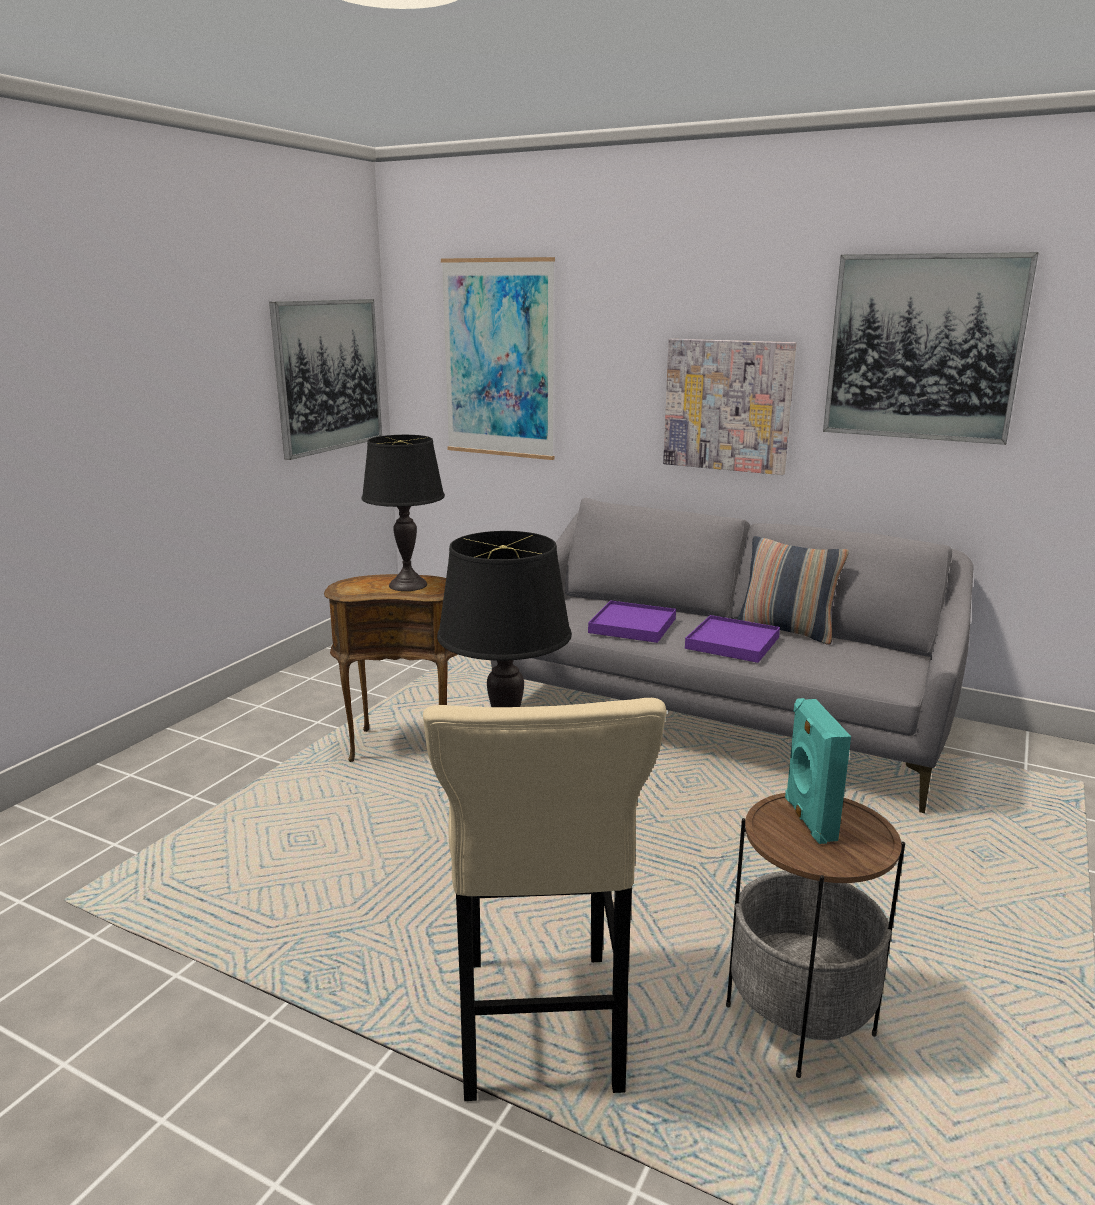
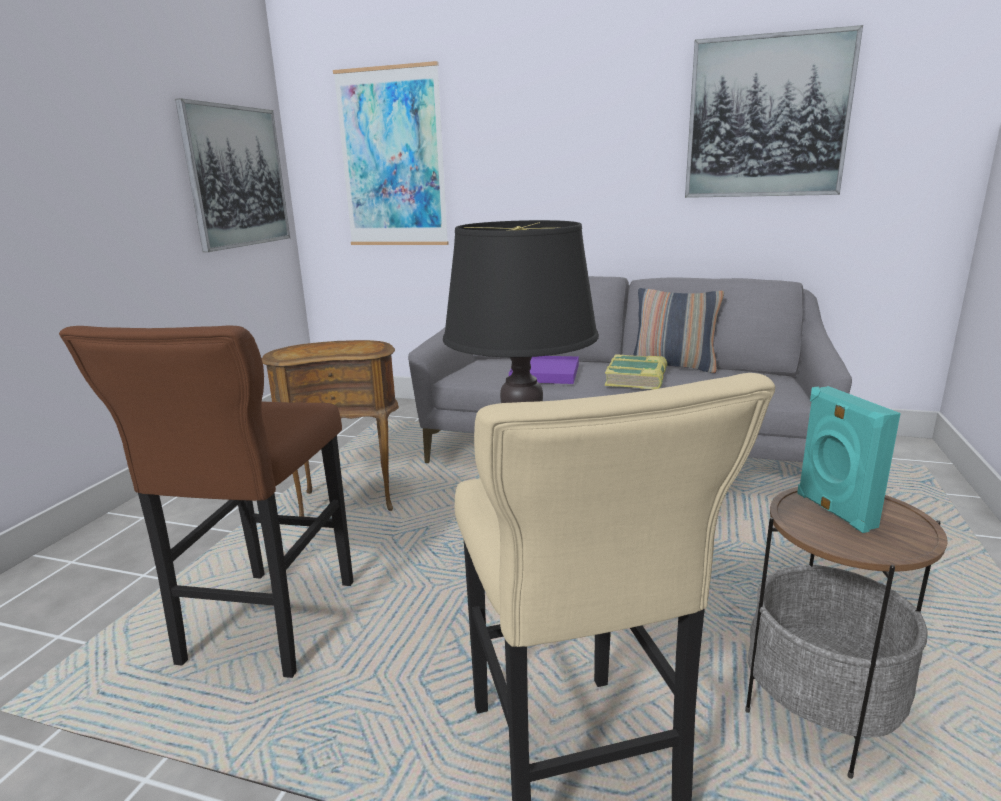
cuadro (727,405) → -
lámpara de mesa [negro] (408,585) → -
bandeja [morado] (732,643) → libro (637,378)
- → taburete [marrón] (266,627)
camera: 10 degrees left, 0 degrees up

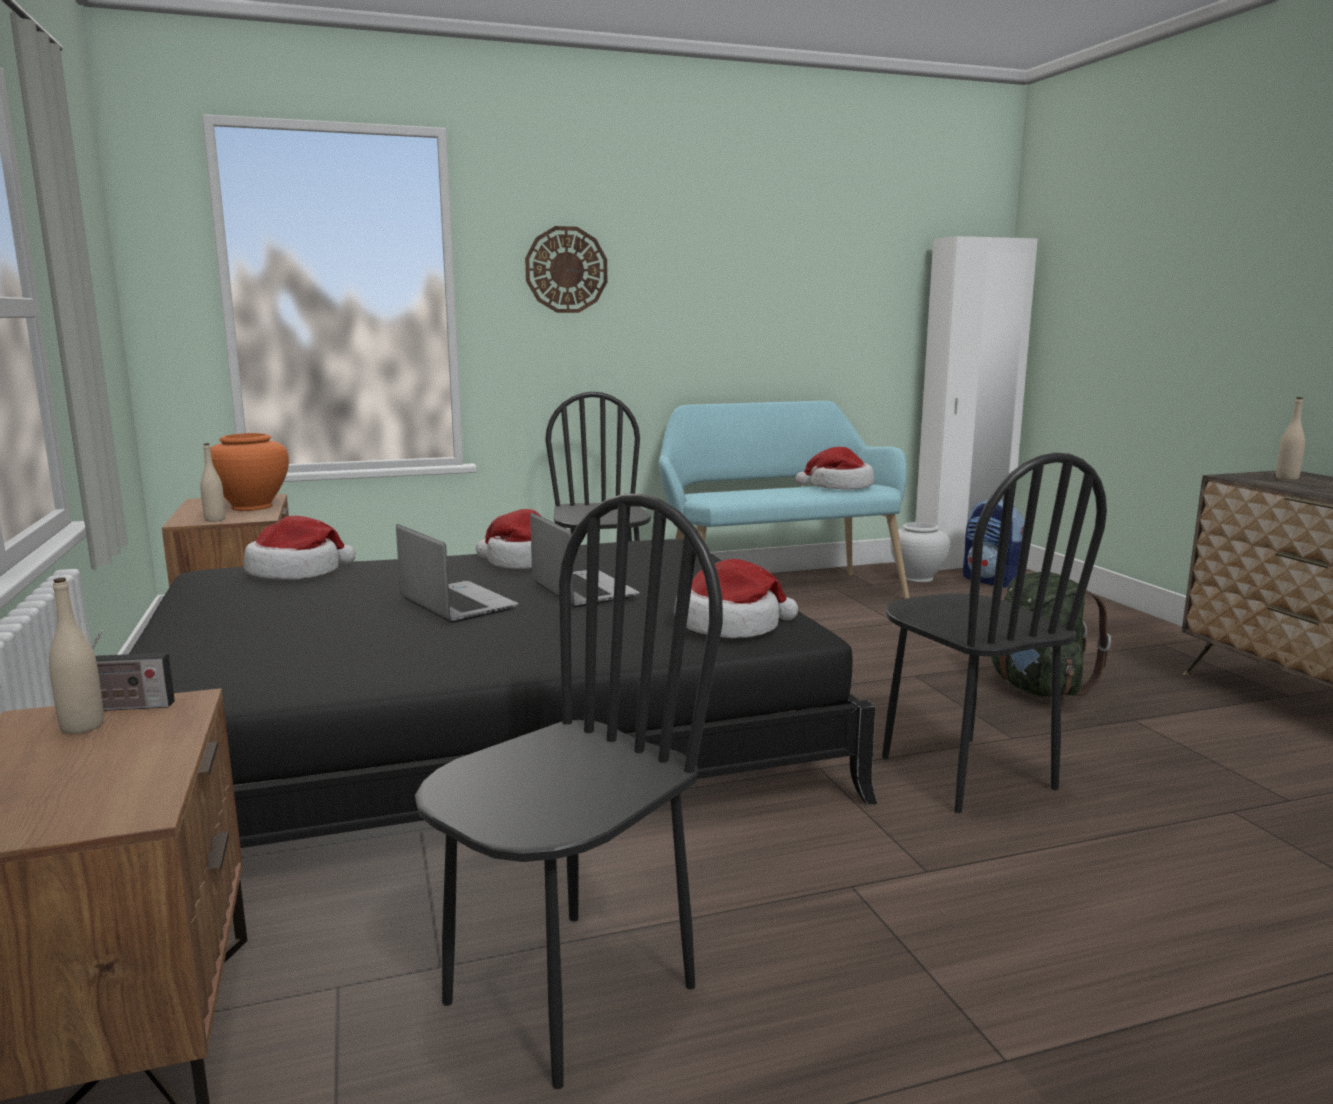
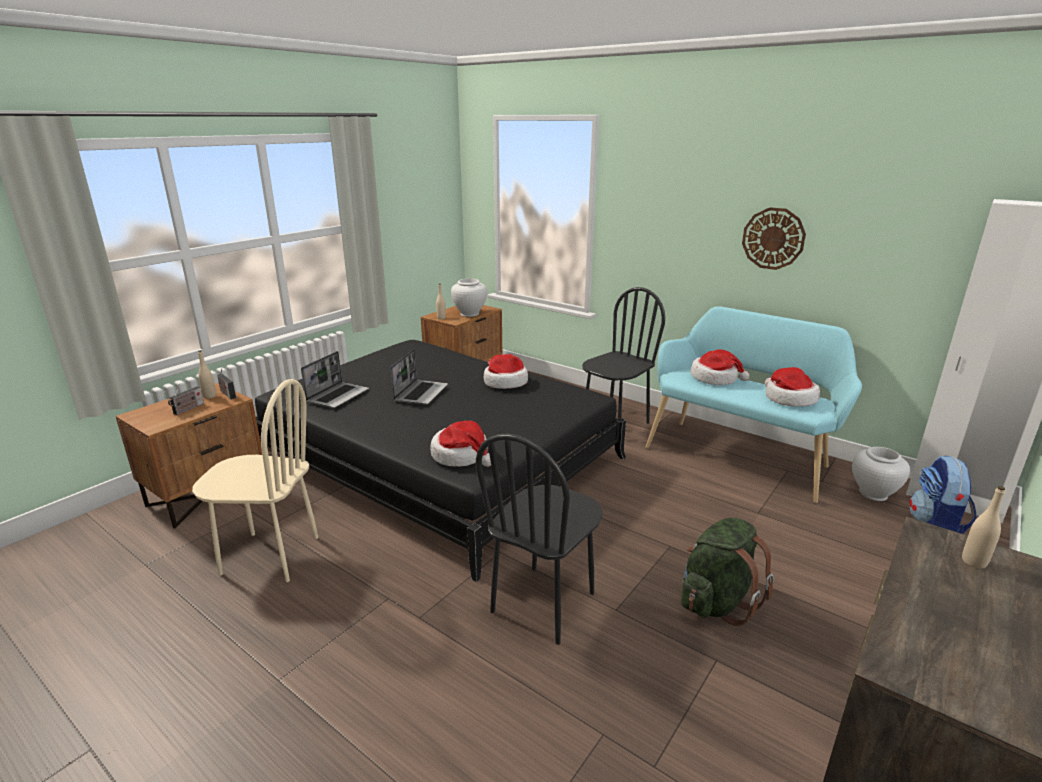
reloj de pared (566,270) → reloj de pared (773,238), shifted
florero [naranja] (252,507) → florero [blanco] (469,314)
silla [negro] (569,993) → silla [beis] (270,556)
portátil (581,590) → portátil (338,396), shifted
sombrero (297,572) → sombrero (715,378), shifted
- → radio (188,409)
camera: 55 degrees right, 10 degrees up

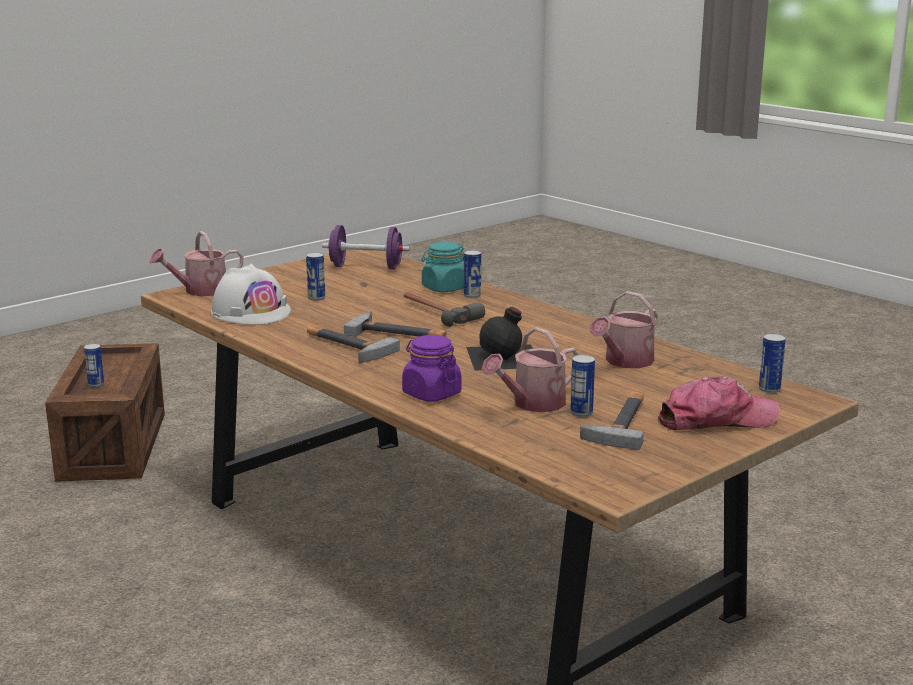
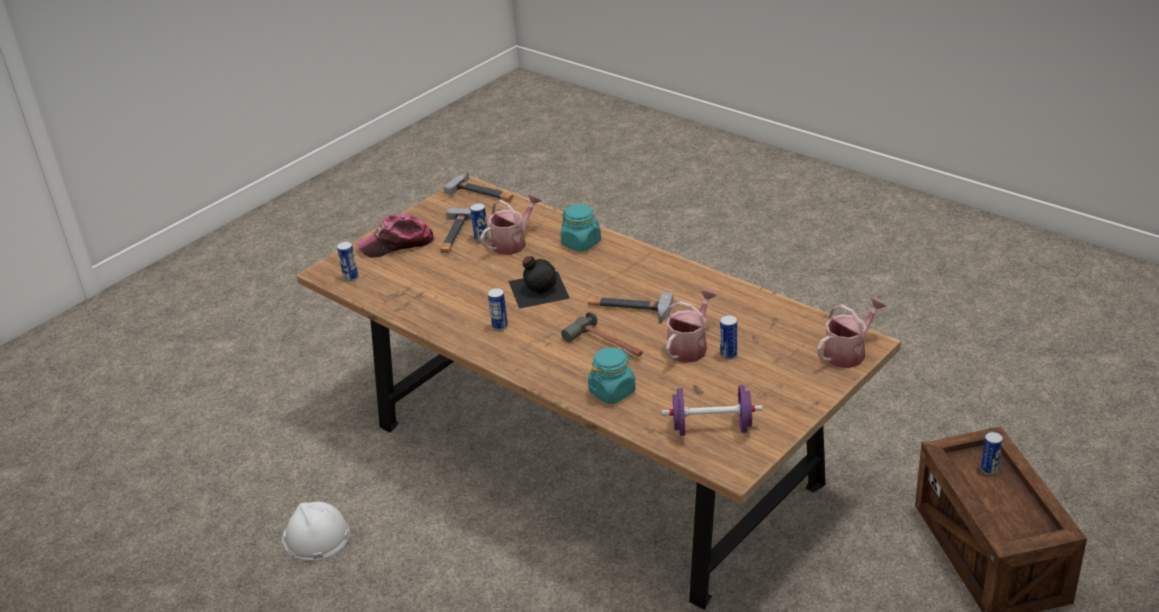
lata (472,295) → lata (500,326), shifted
casco [blanco] (251,311) → casco [blanco] (315,536), shifted
regadera (625,362) → regadera (690,347), shifted
martillo (345,346) → martillo (483,192), shifted
tarro [morado] (431,394) → tarro [turquesa] (581,243)
camera: 175 degrees right, 15 degrees up

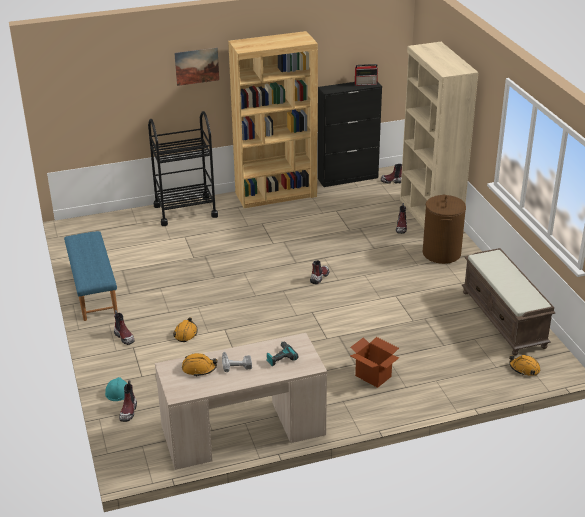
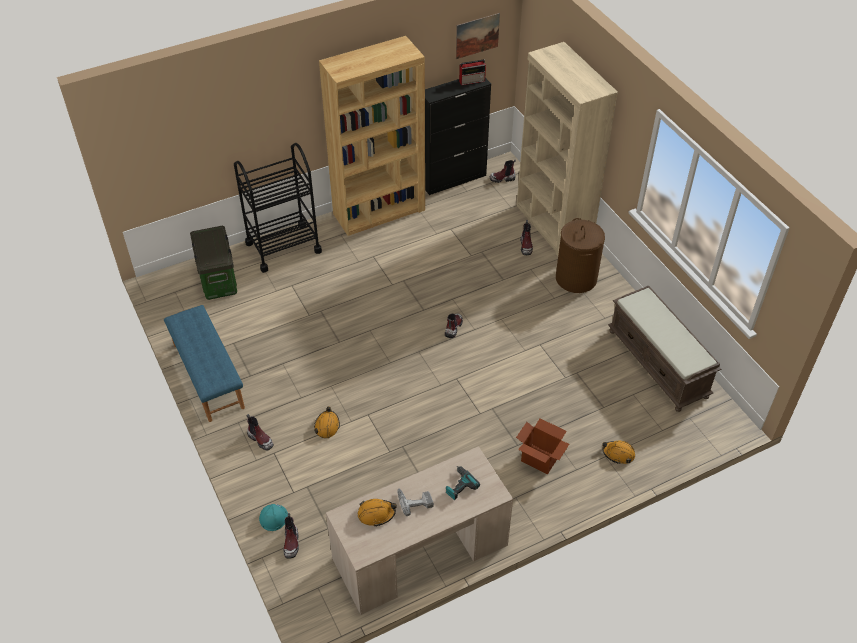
cuadro (197,66) → cuadro (477,35), shifted
casco [naranja] (524,369) → casco [naranja] (618,454), shifted
- → caja de almacenaje (219,280)
camera: 10 degrees left, 15 degrees up

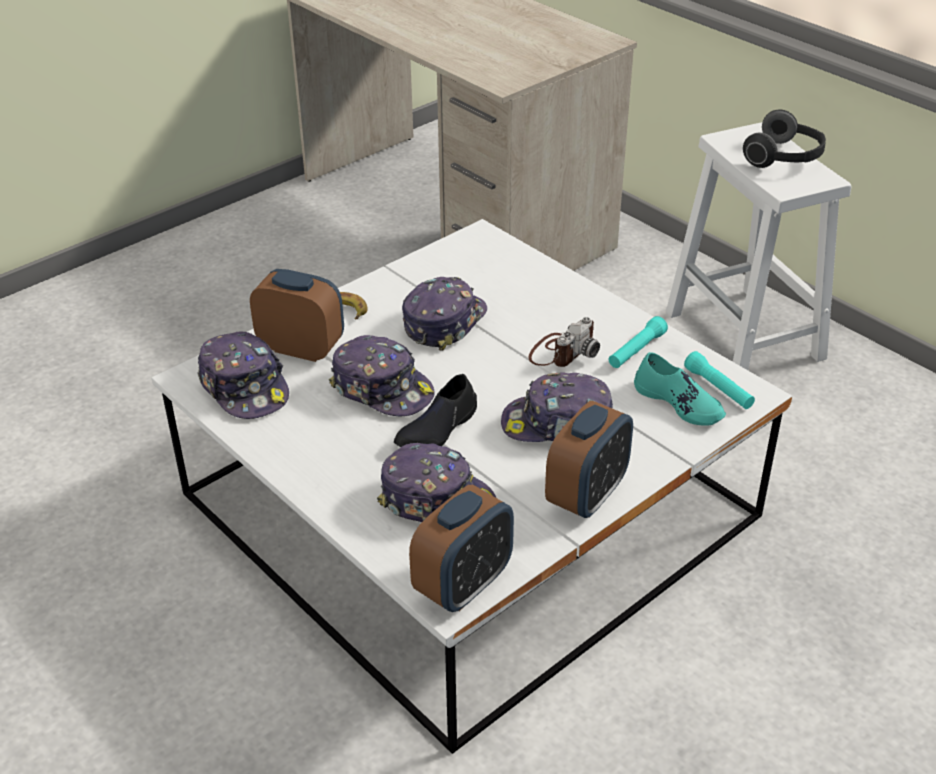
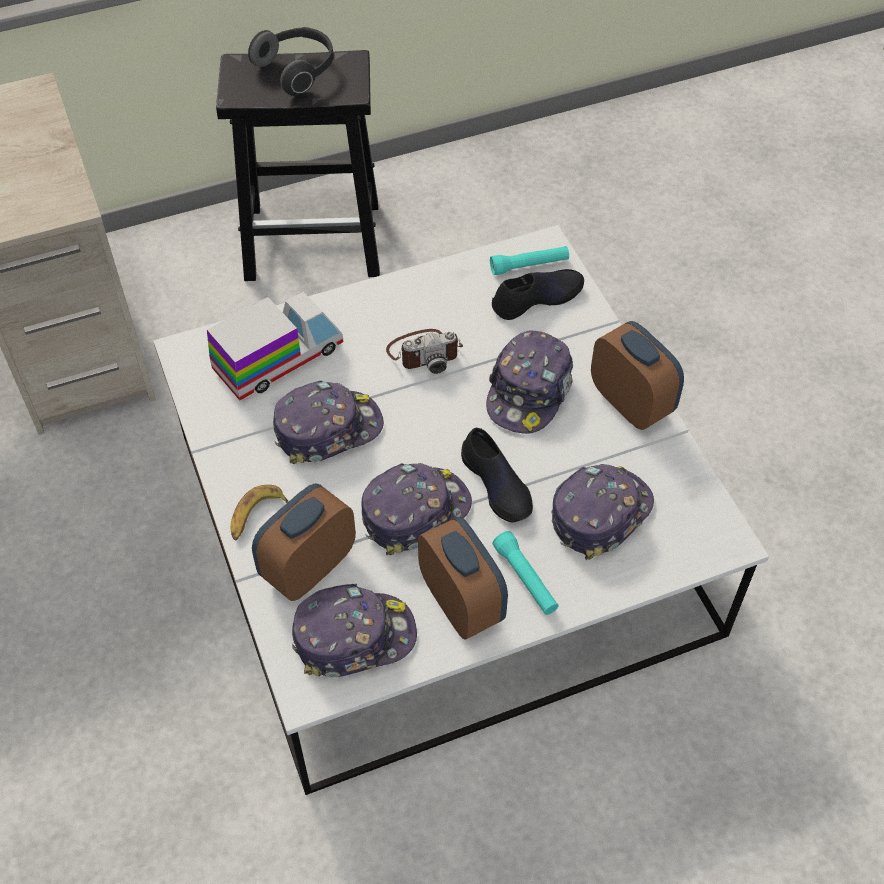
taburete [blanco] (746,336) → taburete [negro] (315,240)
gorra (444,322) → gorra (327,429), 105 degrees clockwise
linterna [turquesa] (636,350) → linterna [turquesa] (525,579), shifted
cámara (562,351) → cámara (424,352), 105 degrees clockwise
zapato [turquesa] (679,403) → zapato [negro] (537,298)
despertador (463,585) → despertador (461,602), shifted
- → camión de juguete (278,359)
camera: 70 degrees left, 15 degrees up

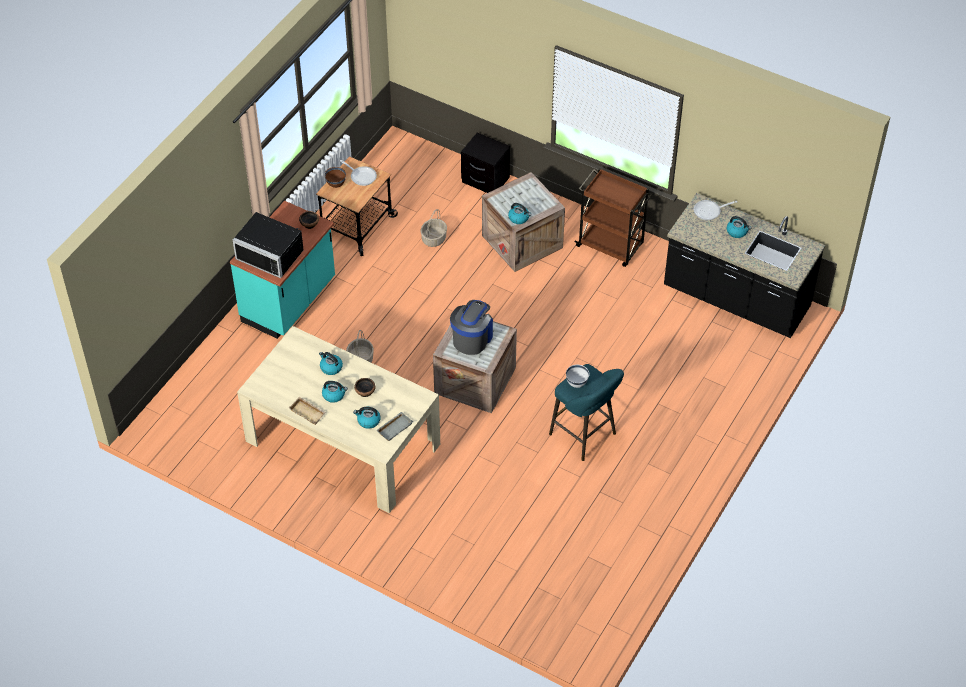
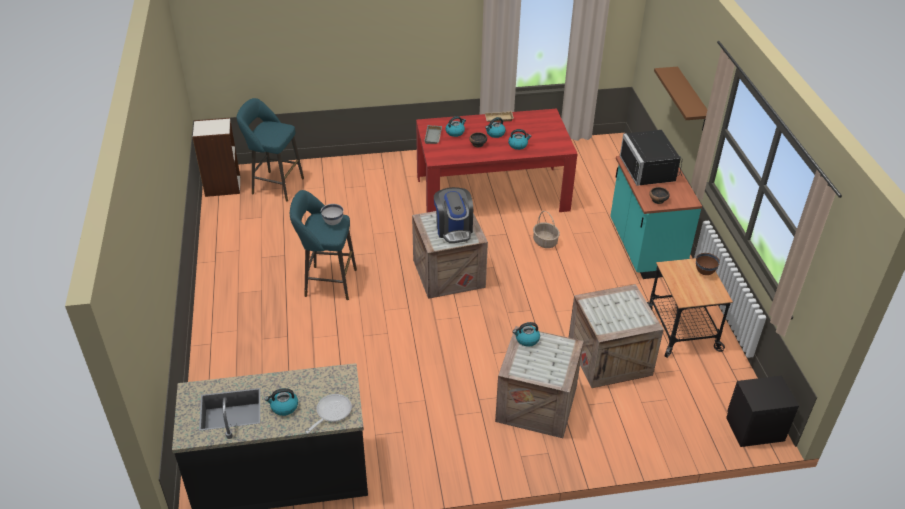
mesita de noche [negro] (485,180) → mesita de noche [negro] (754,428), shifted
sartén (361,176) → -
carrito [marrón] (611,246) → -
cesta (434,238) → caja de embalaje (611,358)
microondas [negro] (272,253) → microondas [negro] (651,170), 90 degrees counterclockwise
mesa de comedor [beis] (342,443) → mesa de comedor [rojo] (492,193)
- → estante [marrón] (691,100)
- → taburete [turquesa] (275,185)
- → estantería (222,186)
camera: 140 degrees right, 10 degrees down

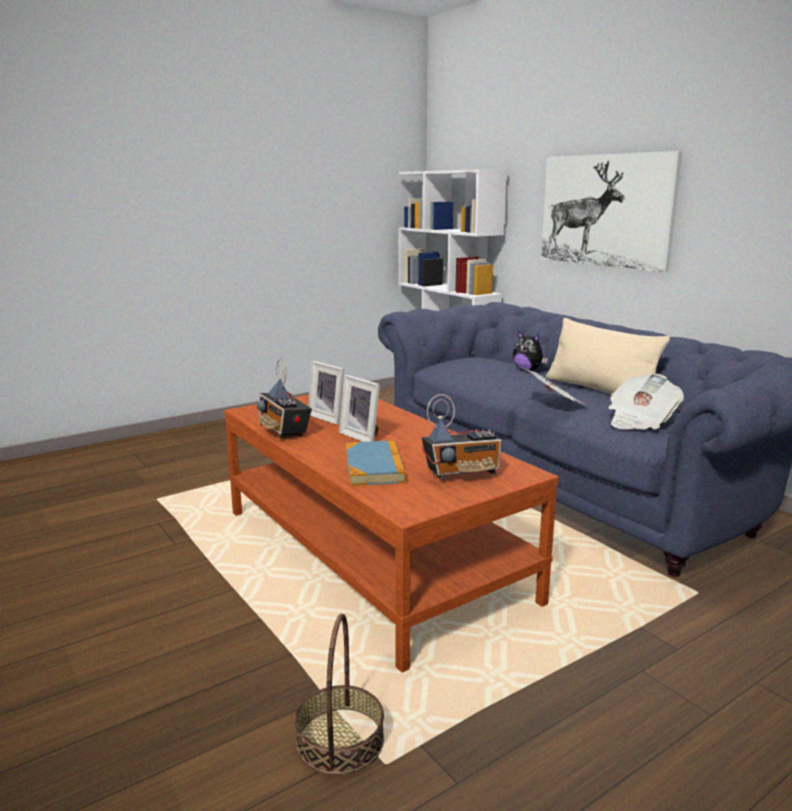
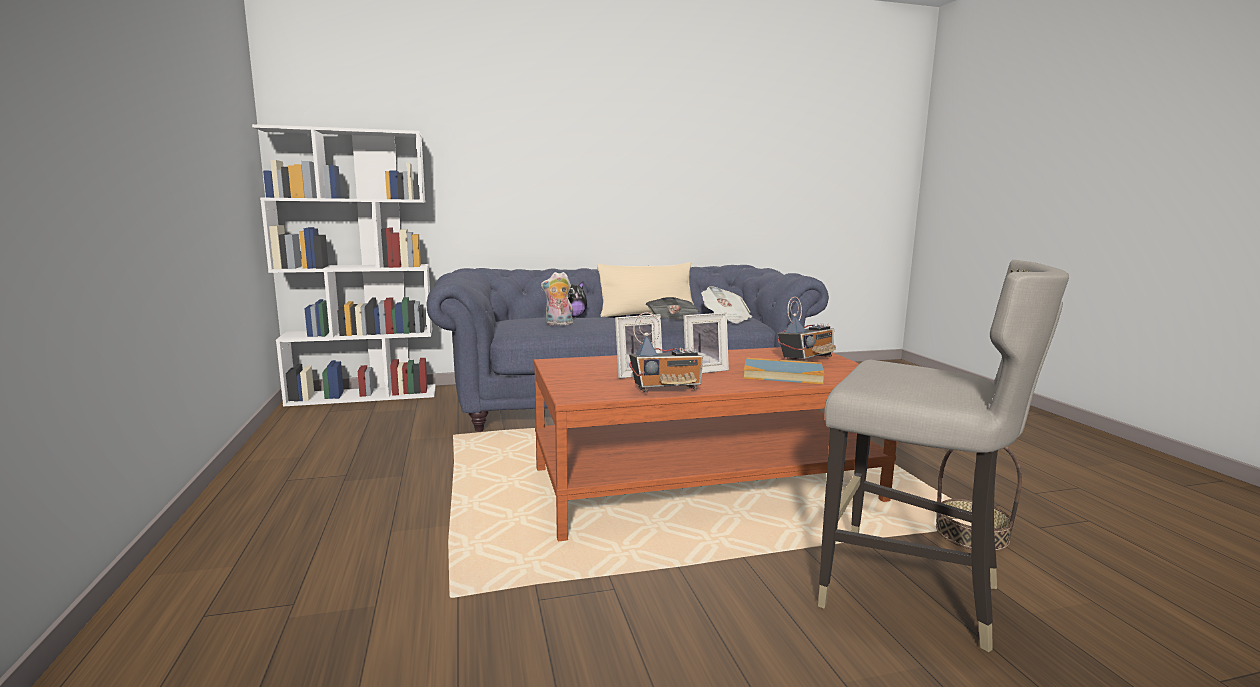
cuadro (605,211) → -
radio (462,474) → radio (806,359), 45 degrees clockwise
- → taburete [gris] (910,593)
- → peluche (558,324)
camera: 70 degrees left, 5 degrees down

